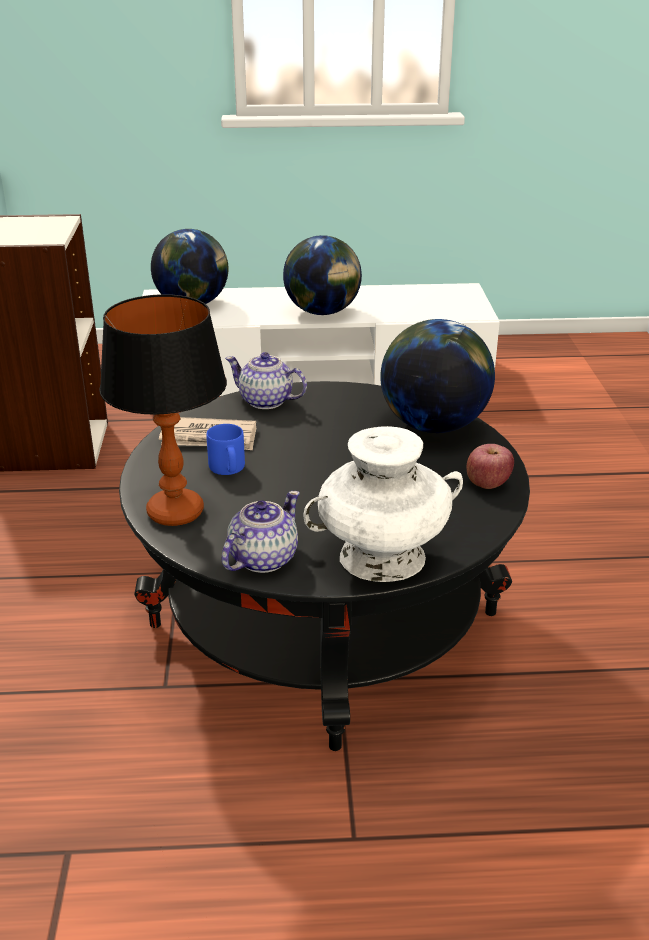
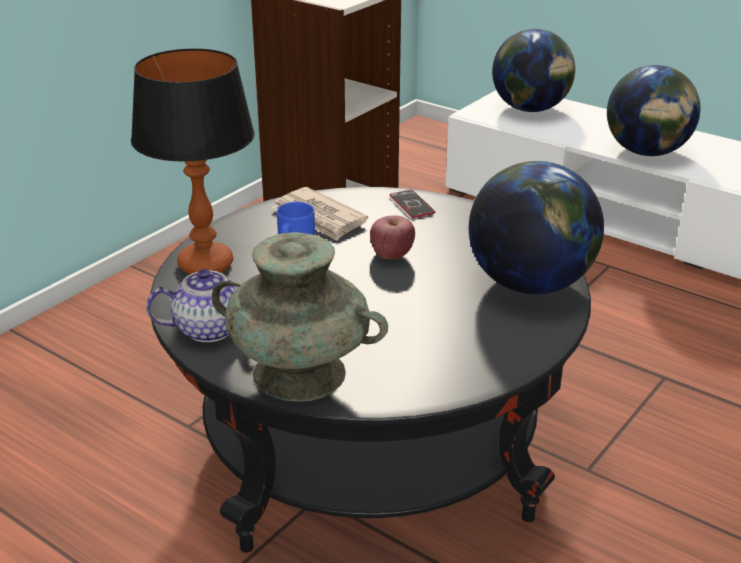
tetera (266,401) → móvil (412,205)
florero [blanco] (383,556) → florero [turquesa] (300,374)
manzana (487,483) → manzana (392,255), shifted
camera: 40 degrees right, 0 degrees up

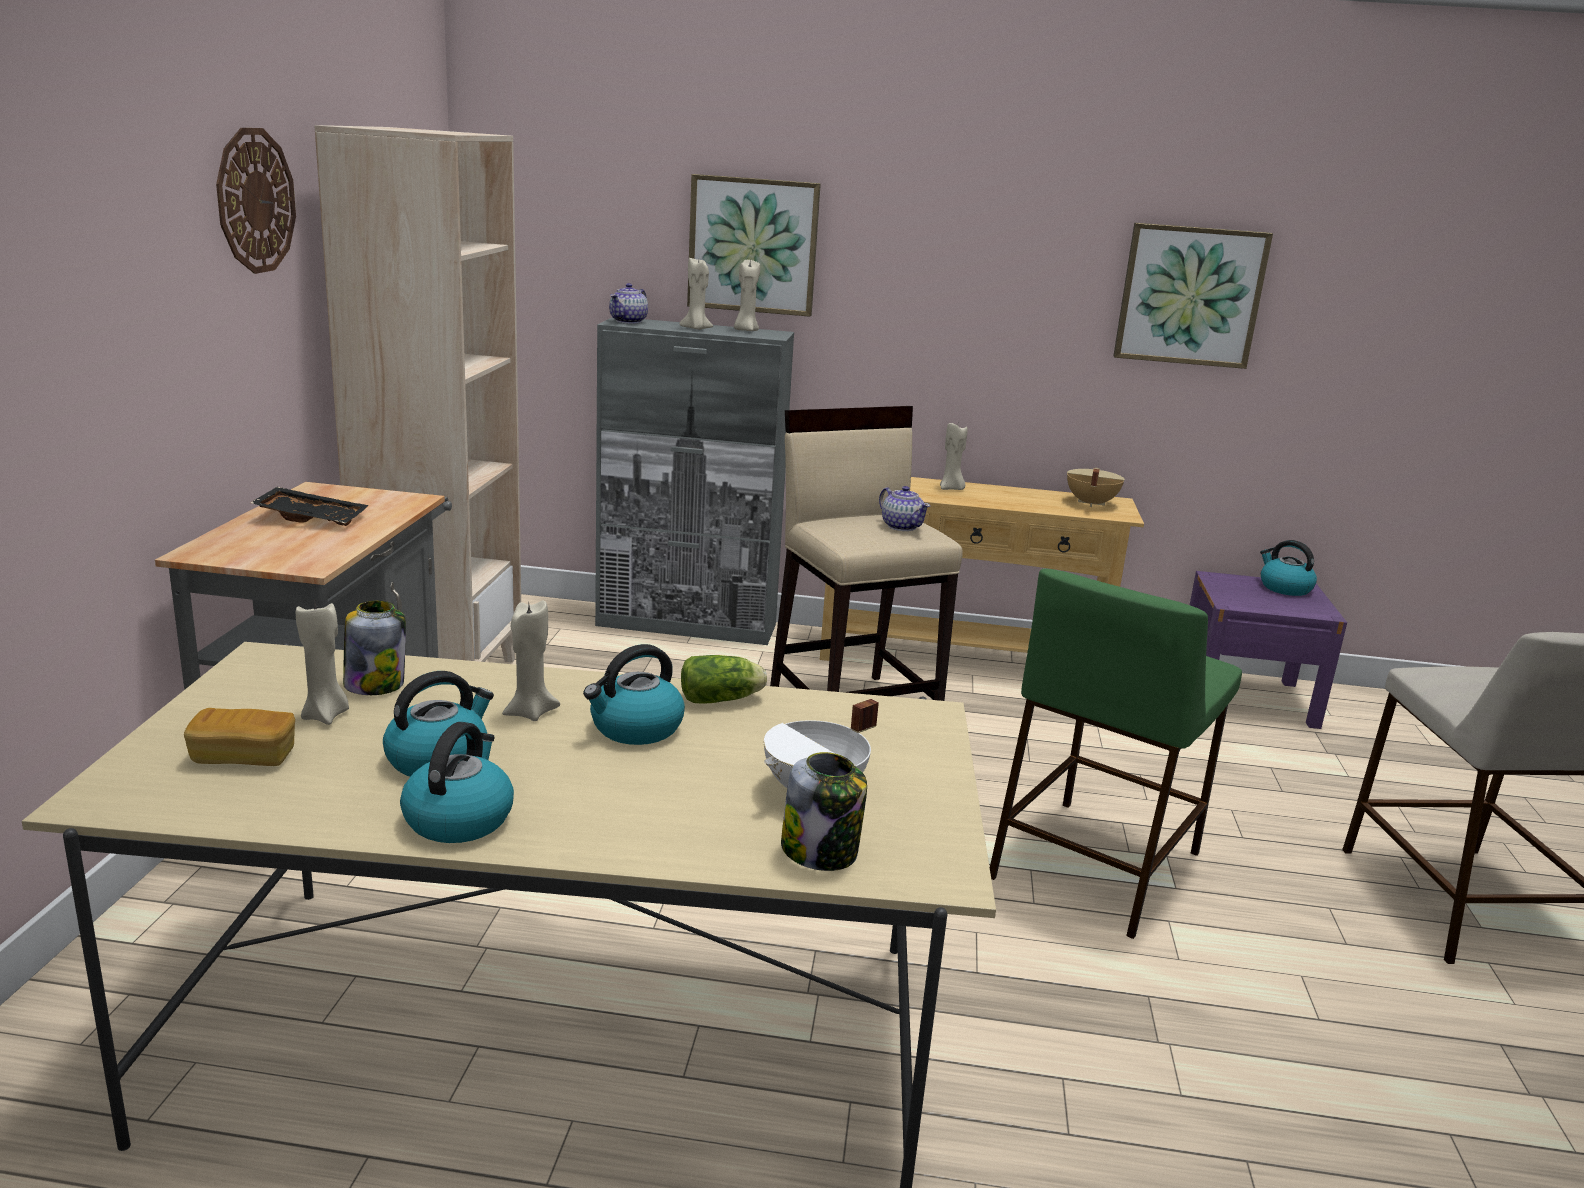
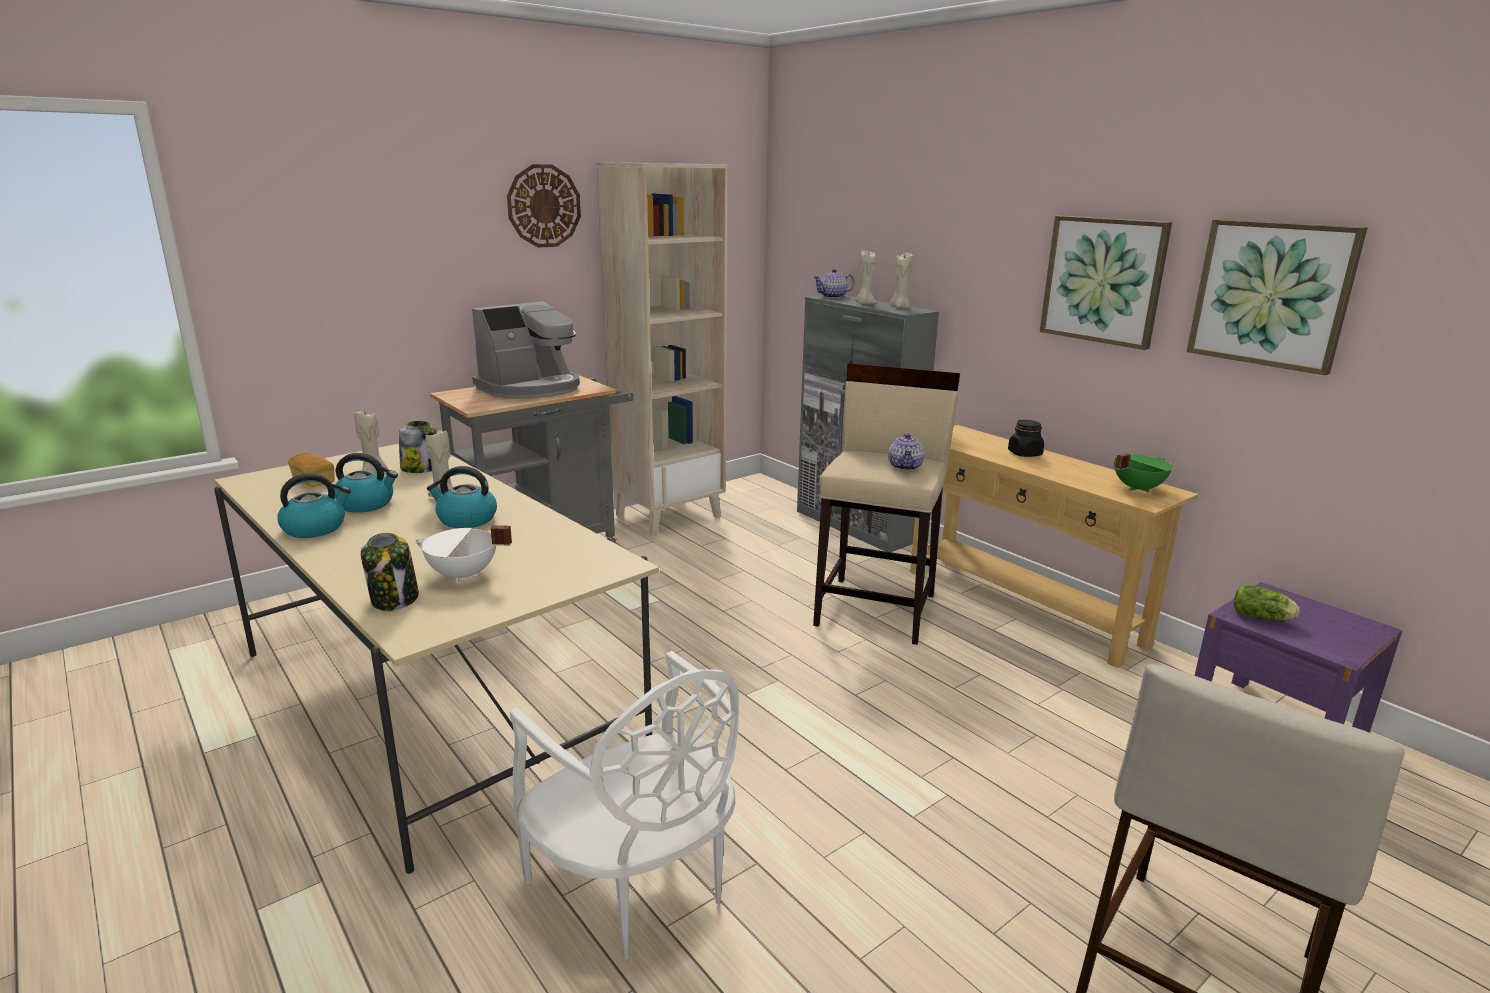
cuadro (753,245) → cuadro (1103,280), shifted
vela [beis] (951,489) → tarro [negro] (1025,454)
olla [beis] (1090,503) → olla [verde] (1137,488)
bandeja [negro] (312,518) → cafetera (531,388)
hervidor (1284,588) → -
taburete [verde] (1096,863) → -
lechuga (723,699) → lechuga (1262,617), shifted
- → silla [blanco] (636,886)
camera: 45 degrees right, 0 degrees up

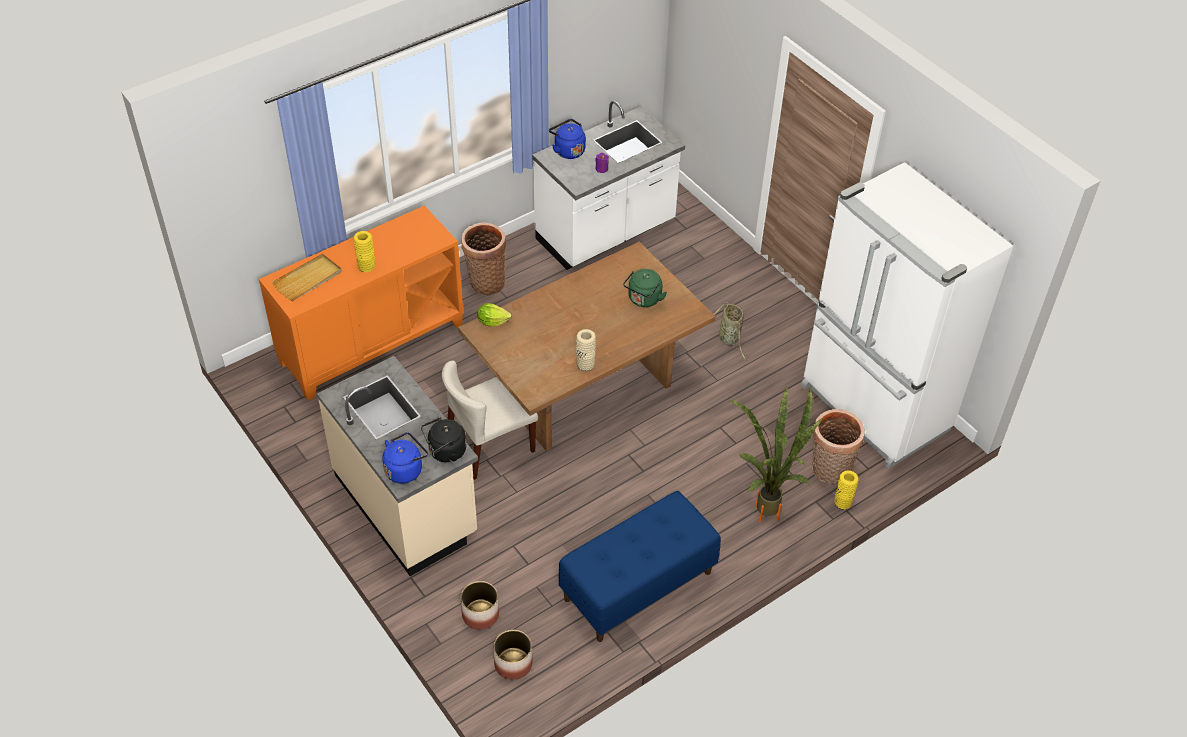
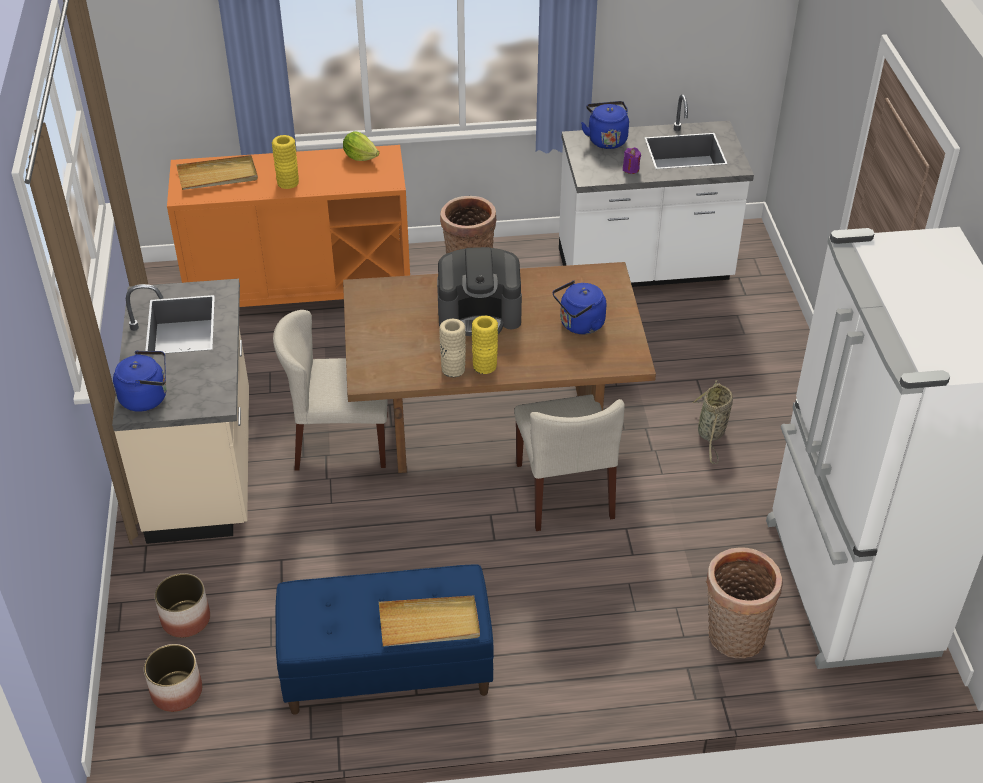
hervidor [verde] (643,300) → hervidor [azul] (579,325)
lechuga (492,321) → lechuga (360,157), shifted
planta en maceta (767,506) → -
hervidor [negro] (445,452) → -
florero [amarillo] (842,502) → florero [amarillo] (485,365), shifted
- → cafetera (480,313)
- → silla [beis] (565,491)
- → bandeja [beis] (429,624)
camera: 30 degrees right, 5 degrees down

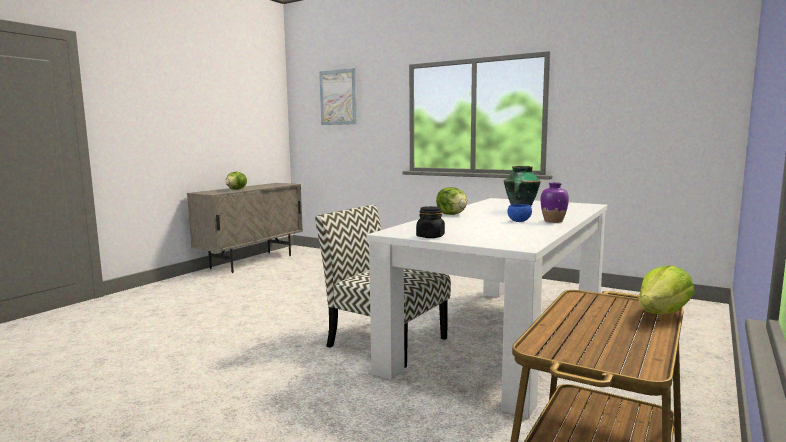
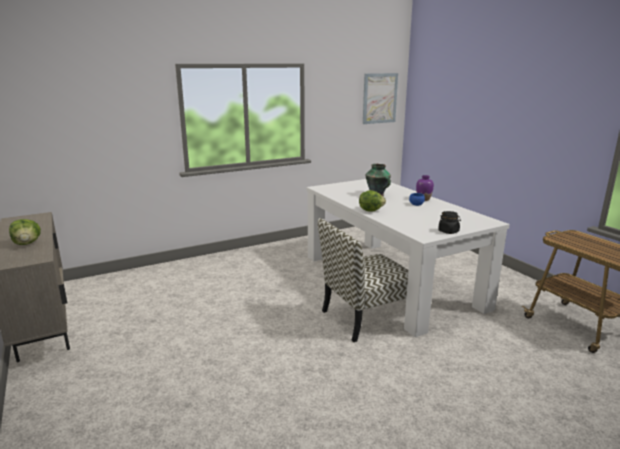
cuadro (338,97) → cuadro (379,98), shifted
lechuga (663,313) → -
camera: 60 degrees left, 10 degrees up

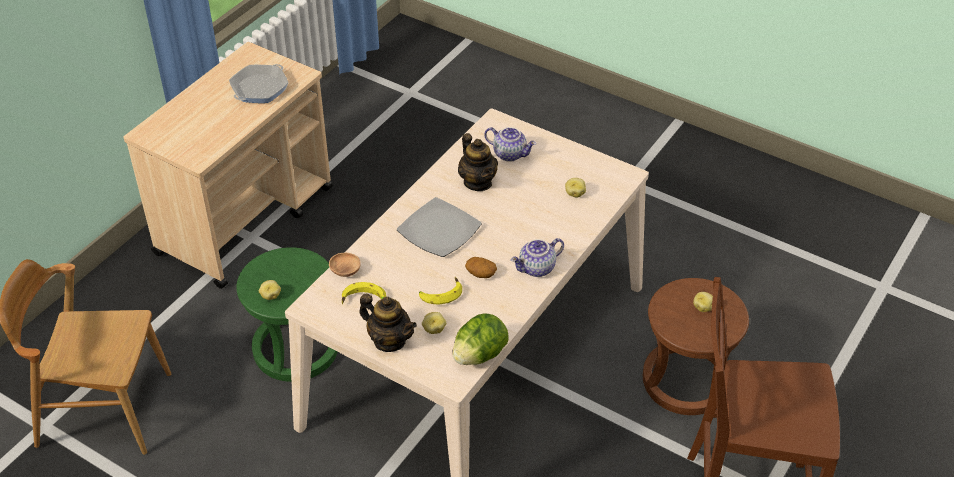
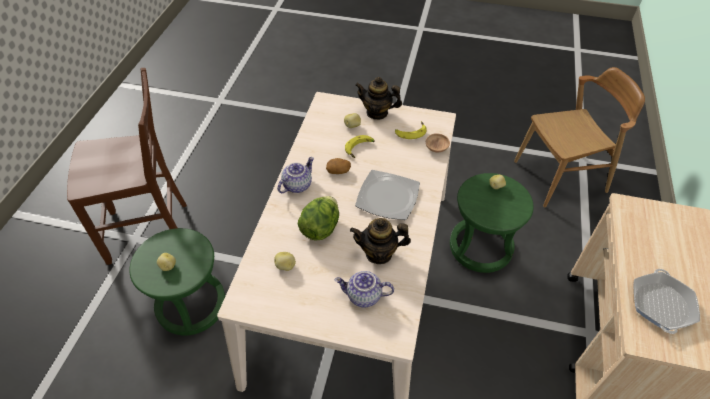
tetera (478,182) → tetera (379,253), 45 degrees counterclockwise
taburete [marrón] (686,381) → taburete [verde] (191,304)
lechuga (479,354) → lechuga (320,228), shifted
camera: 160 degrees right, 5 degrees up

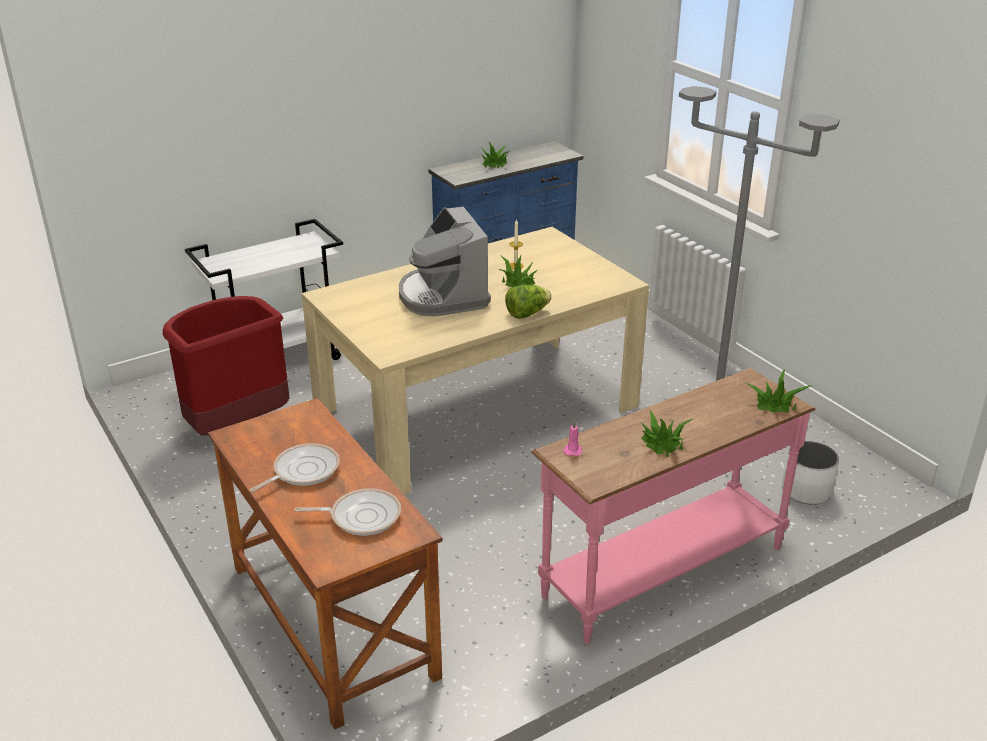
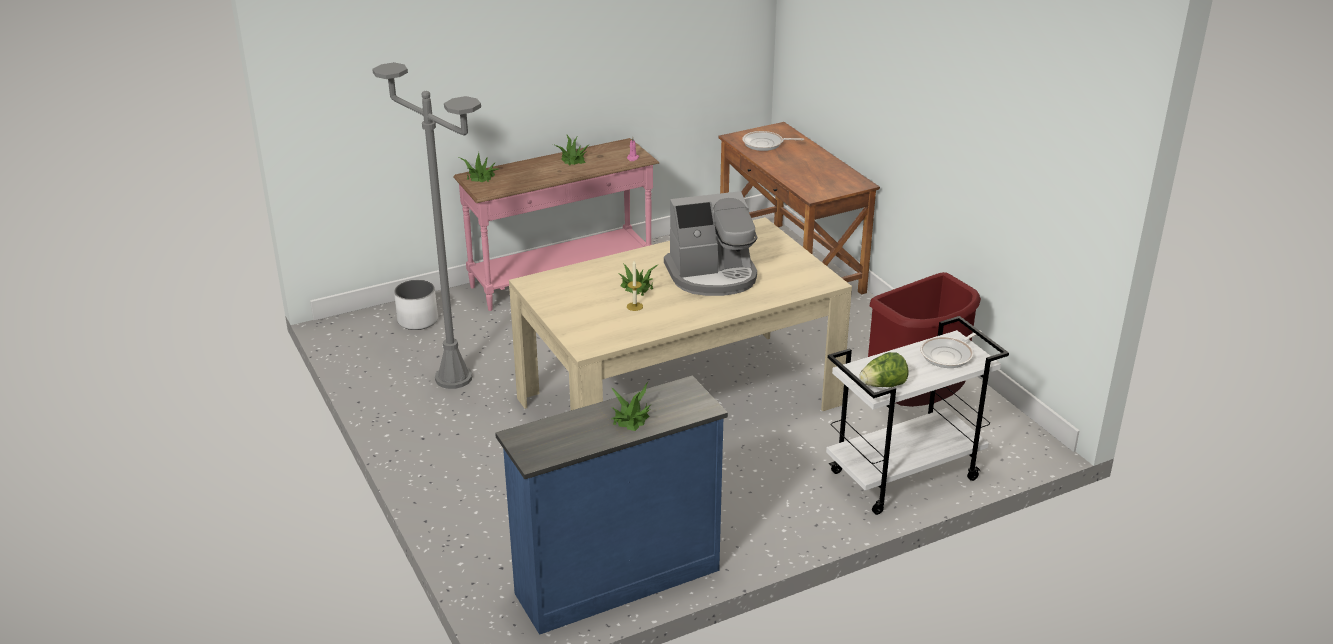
cafetera (443,296) → cafetera (712,276), 90 degrees clockwise
lechuga (527,314) → lechuga (883,385), shifted
sartén (302,471) → sartén (949,355), shifted
camera: 175 degrees left, 0 degrees up

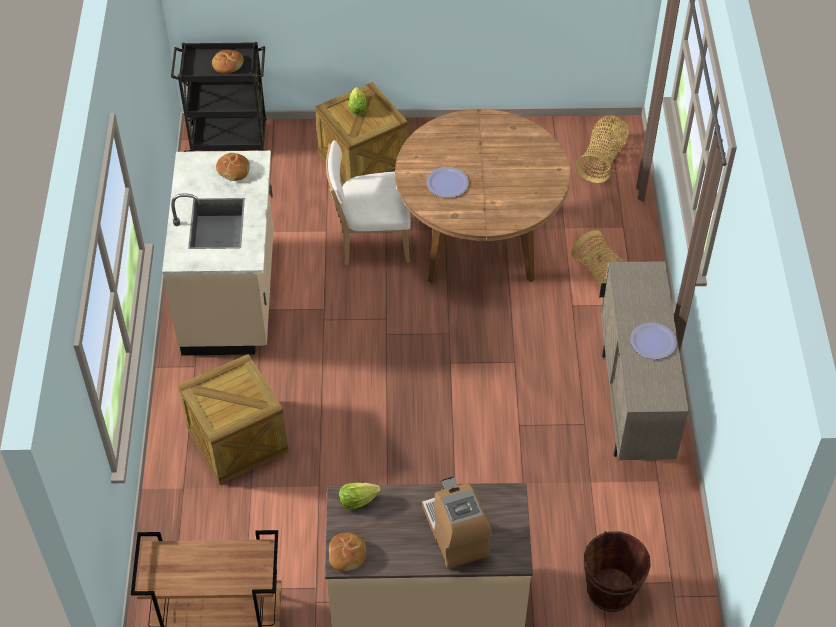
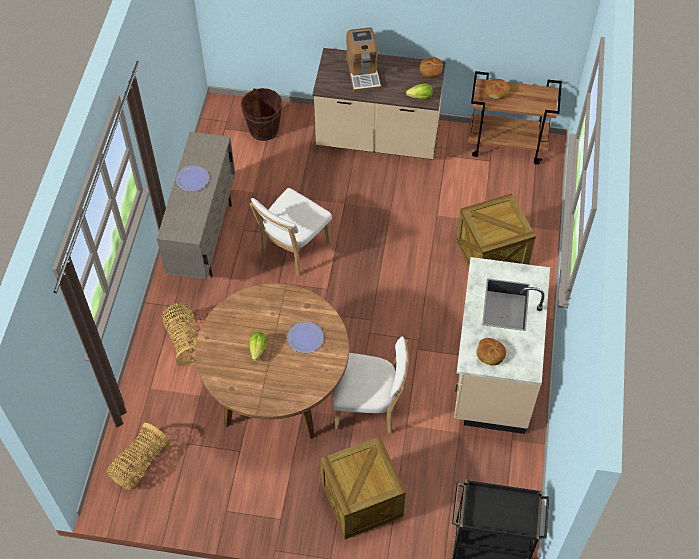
pan (227,65) → pan (497,92), shifted
lechuga (357,108) → lechuga (258,349), shifted
- → silla [blanco] (293,249)
camera: 170 degrees left, 5 degrees up

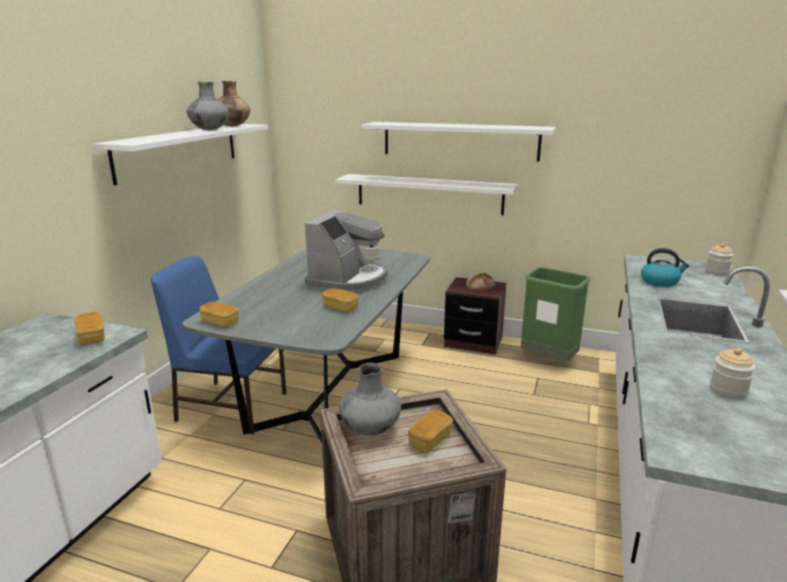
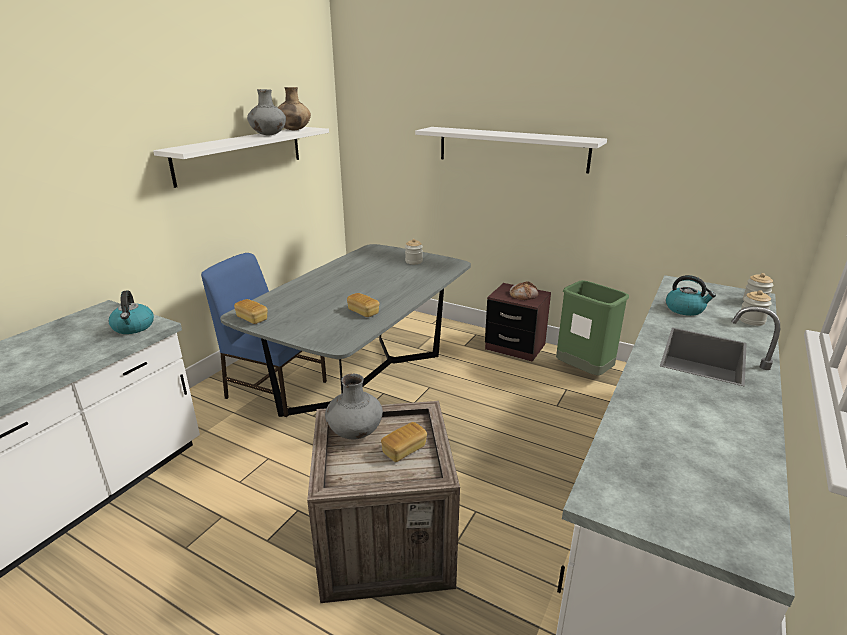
estante [blanco] (429,194) → -
cafetera (348,280) → -
pan (92,338) → hervidor (133,327)
tarro (728,390) → tarro (751,320), shifted
camera: 10 degrees right, 5 degrees up

